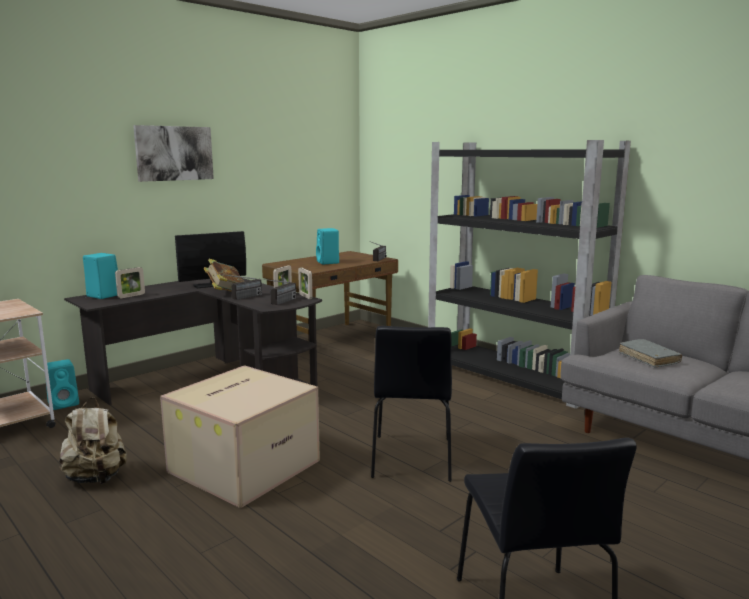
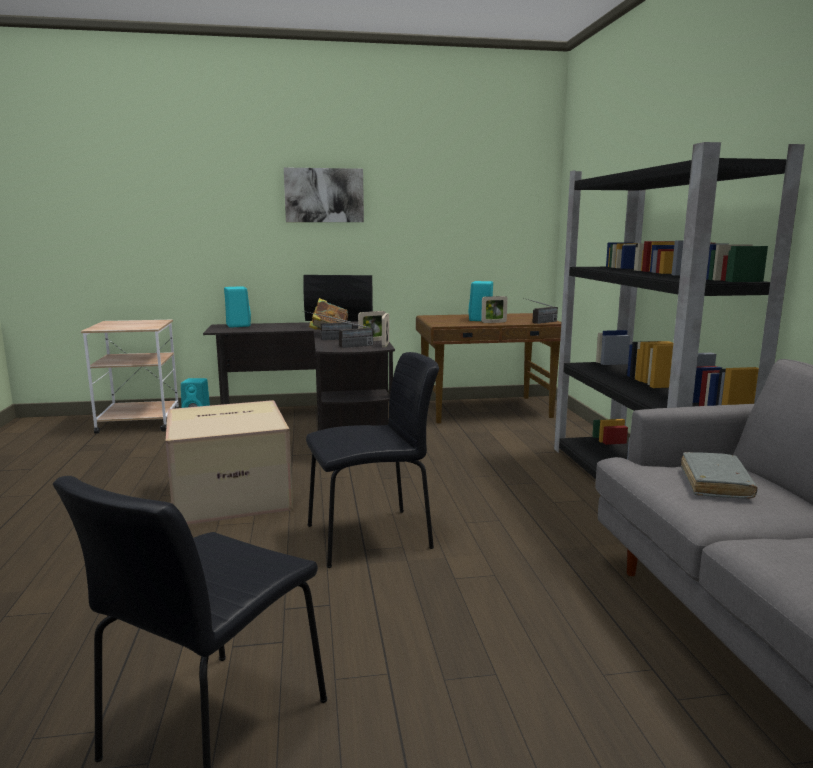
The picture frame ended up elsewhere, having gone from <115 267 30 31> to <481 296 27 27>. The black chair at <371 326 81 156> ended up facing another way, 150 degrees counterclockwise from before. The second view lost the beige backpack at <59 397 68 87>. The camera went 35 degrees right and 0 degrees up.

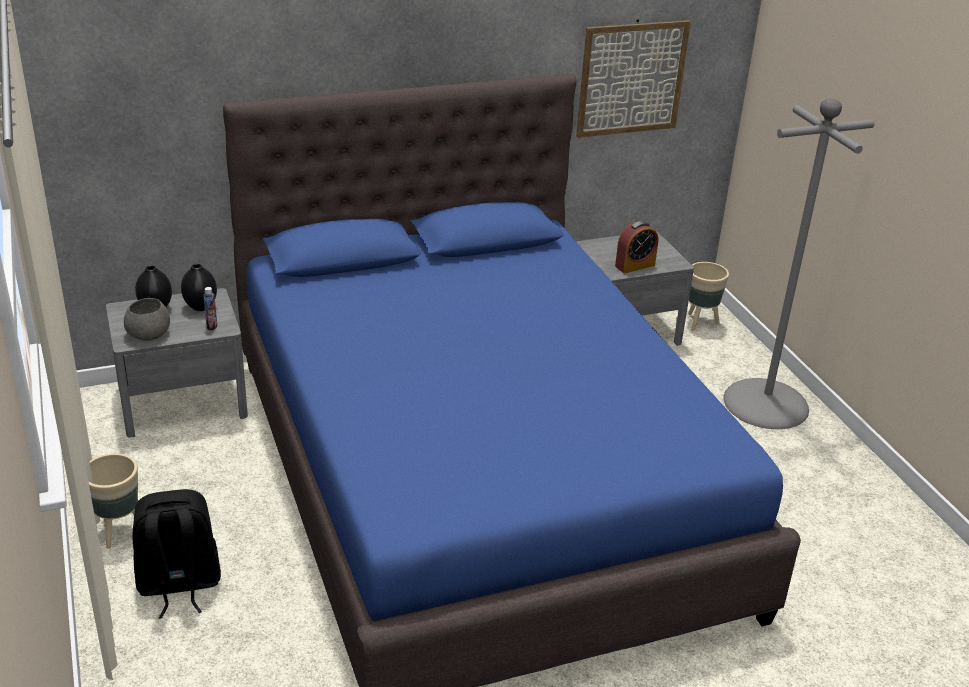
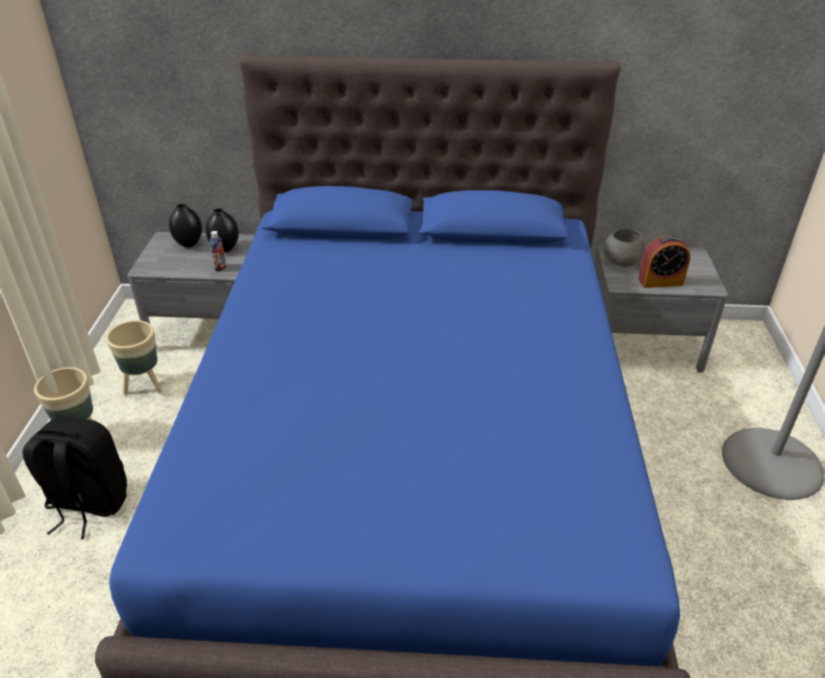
The second view lost the picture at <576 20 115 118>. The beige planter ended up elsewhere, having gone from <688 262 41 69> to <106 320 56 74>. The grey bowl ended up elsewhere, having gone from <124 298 46 43> to <604 228 42 39>. The camera went 25 degrees right and 5 degrees up.

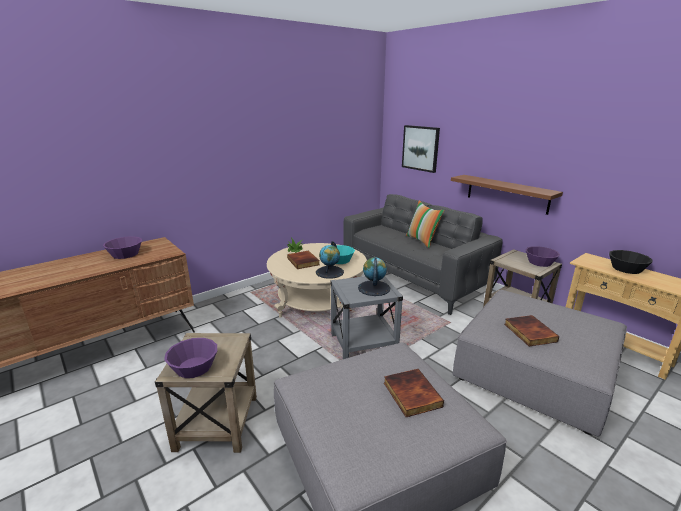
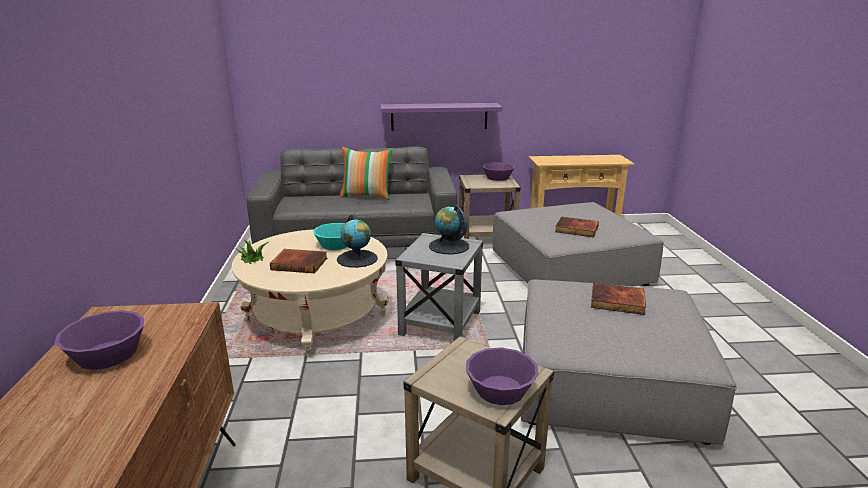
The second view lost the picture at <402 125 38 48>. What was the brown shelf at <451 175 112 40> turned into the purple shelf at <381 103 121 28>. The second view lost the black bowl at <609 250 44 24>. The camera went 55 degrees left and 0 degrees up.

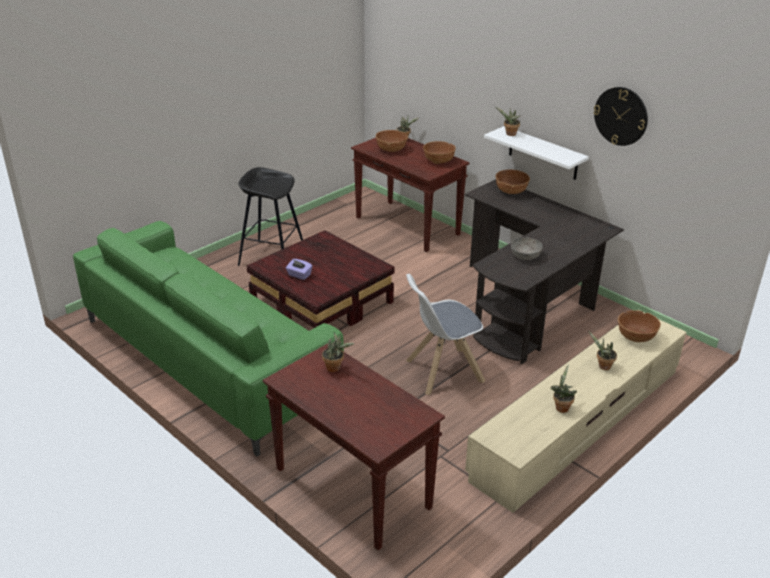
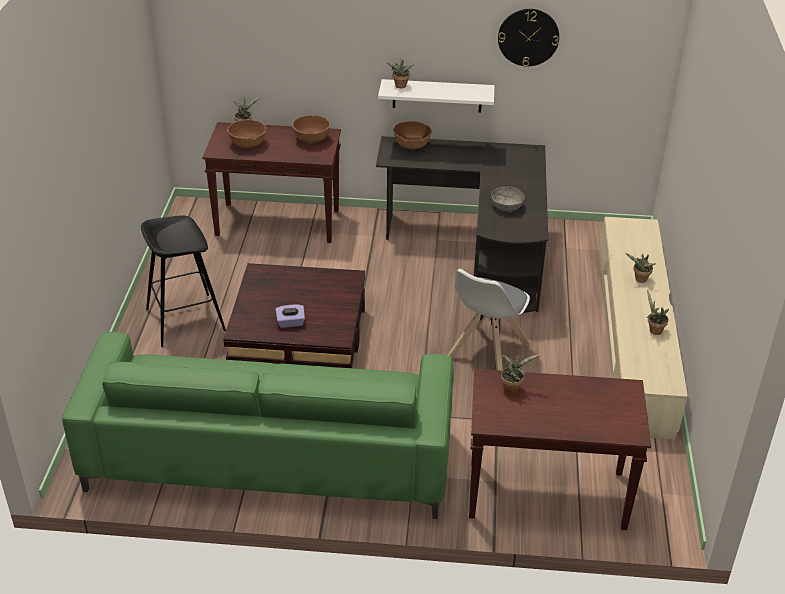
The second view lost the brown bowl at <618 310 43 32>. The camera went 40 degrees left and 5 degrees up.

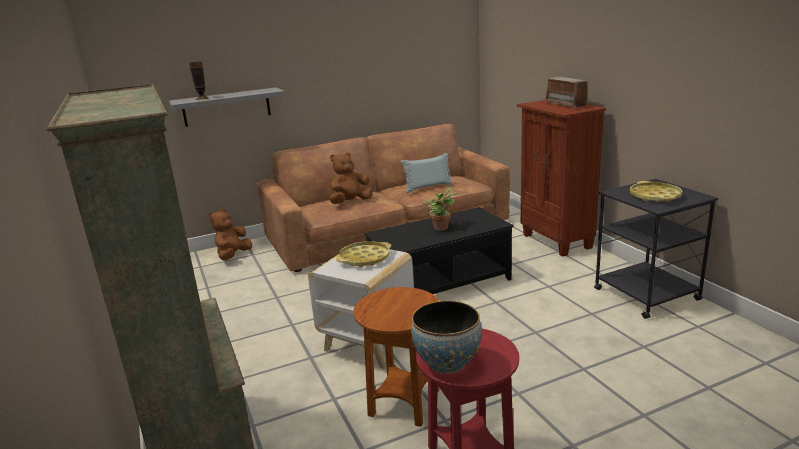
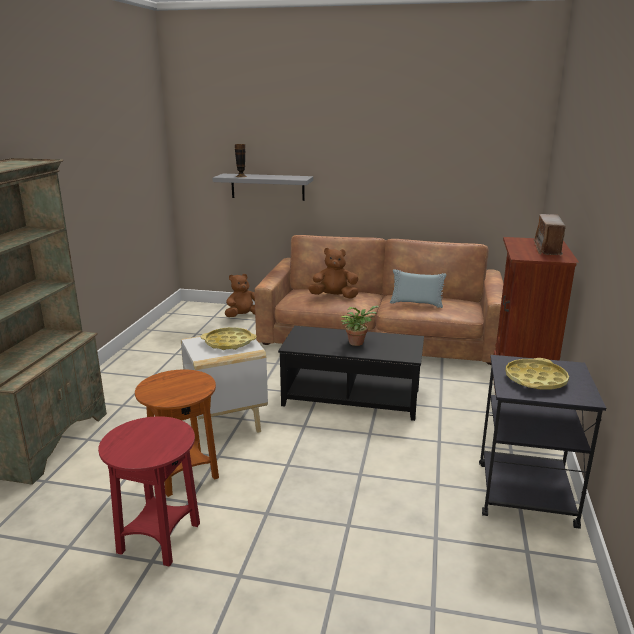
The second view lost the bowl at <411 301 71 73>. The camera went 35 degrees right and 0 degrees up.

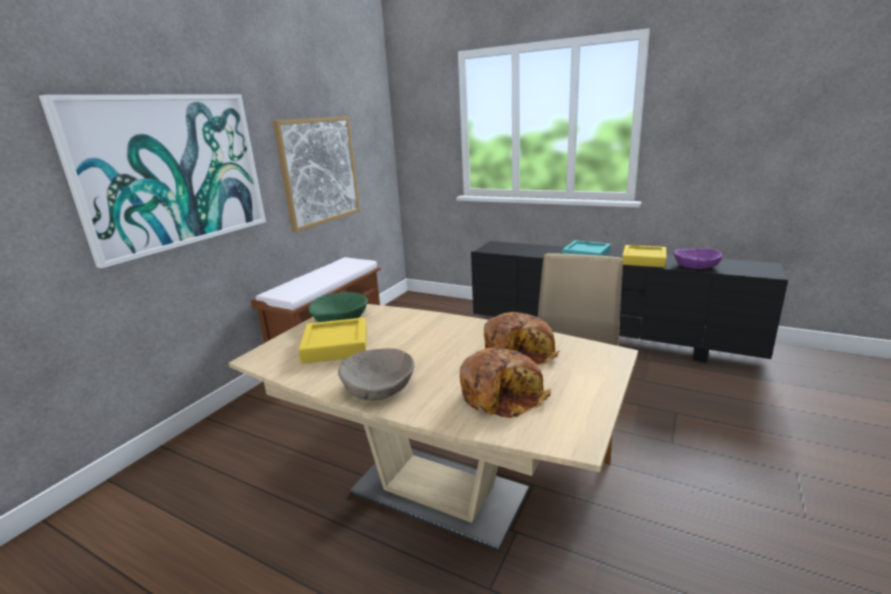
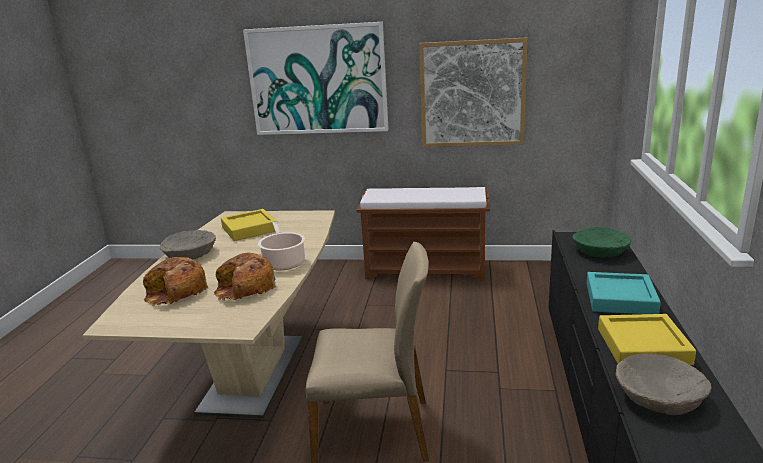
What was the purple bowl at <674 248 48 21> turned into the beige bowl at <616 354 95 61>. The green bowl ended up elsewhere, having gone from <309 292 59 30> to <572 226 60 32>. The second view gained the cooking pot at <258 222 47 48>. The camera went 70 degrees right and 0 degrees up.

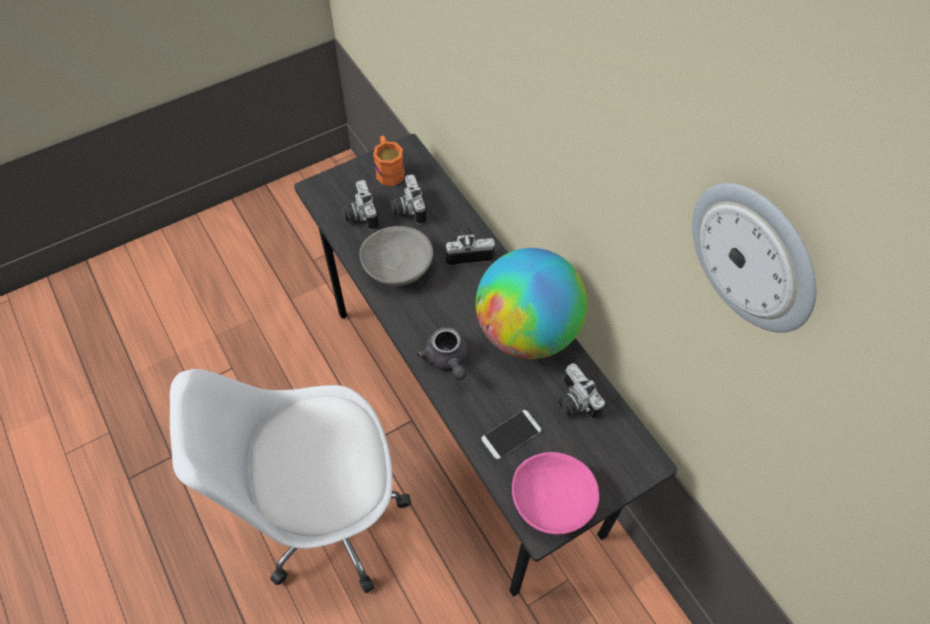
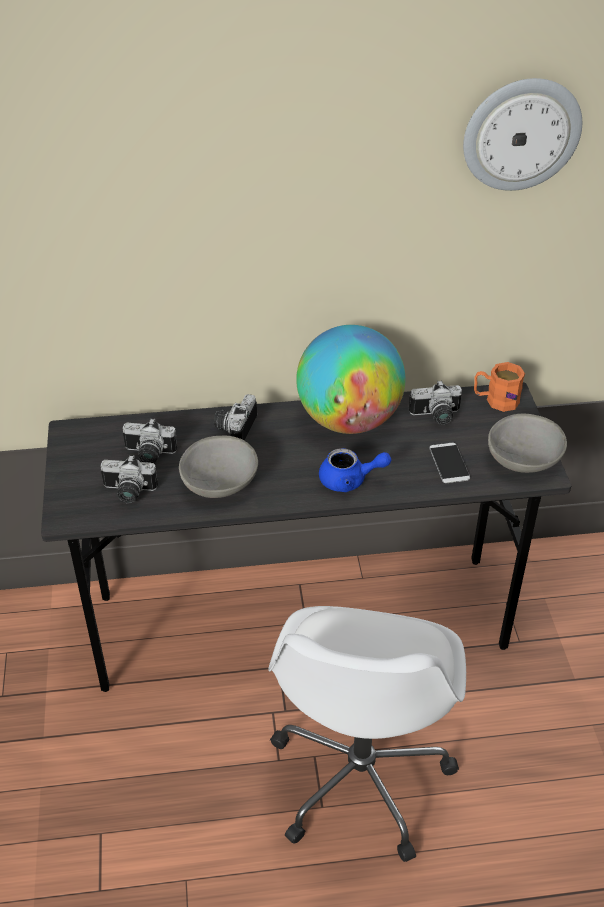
The orange mug ended up elsewhere, having gone from <373 136 32 50> to <474 362 51 50>. What was the grey teapot at <417 327 52 53> turned into the blue teapot at <319 448 72 44>. What was the pink bowl at <512 452 87 83> turned into the grey bowl at <488 414 79 59>. The camera went 65 degrees left and 15 degrees down.

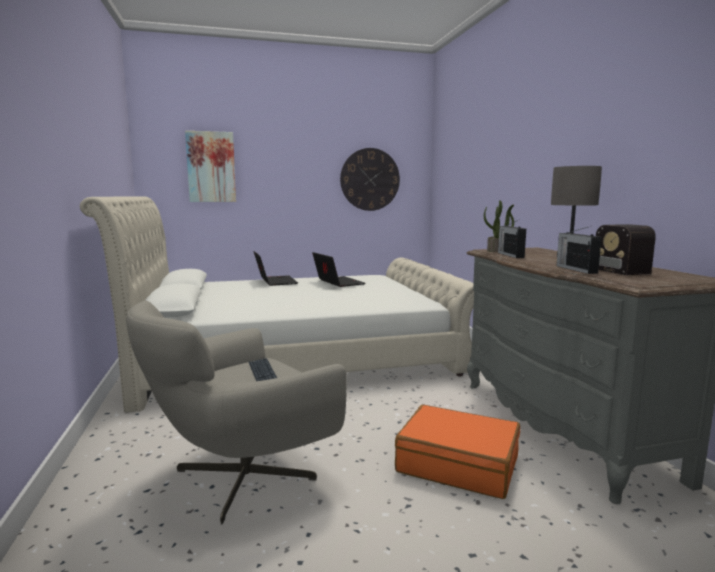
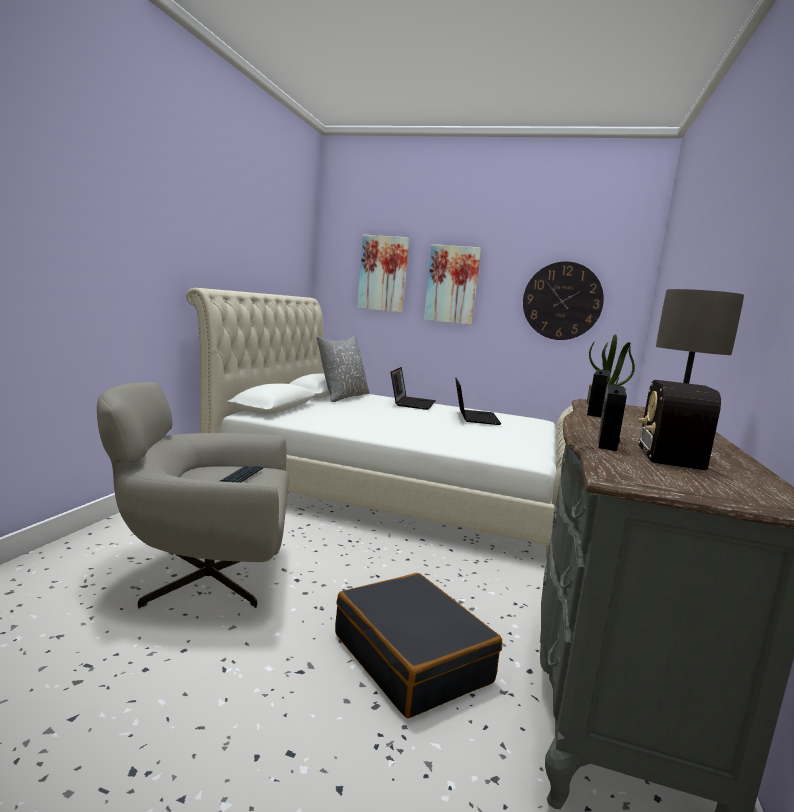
What was the orange suitcase at <395 405 125 94> turned into the black suitcase at <335 573 167 145>. The second view gained the picture at <424 244 57 81>. The second view gained the grey pillow at <317 336 52 66>. The camera went 30 degrees right and 0 degrees up.

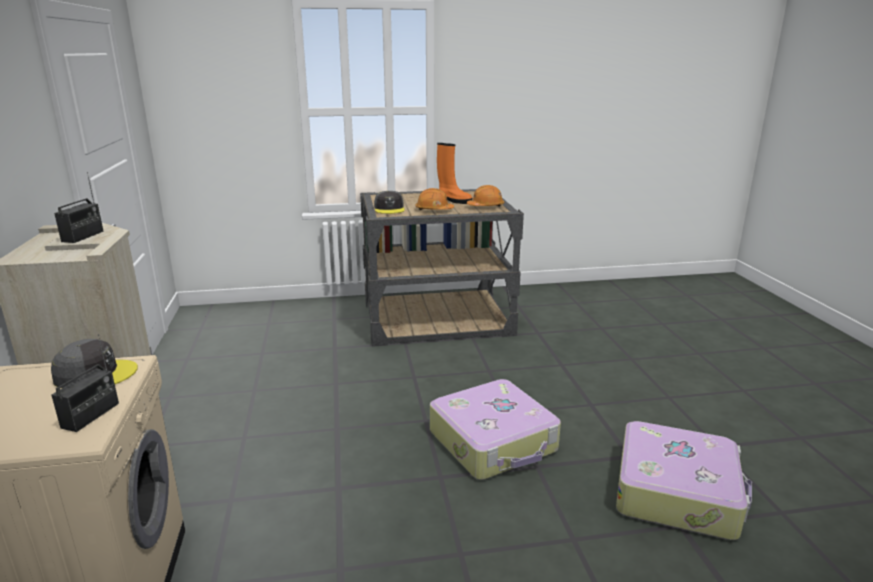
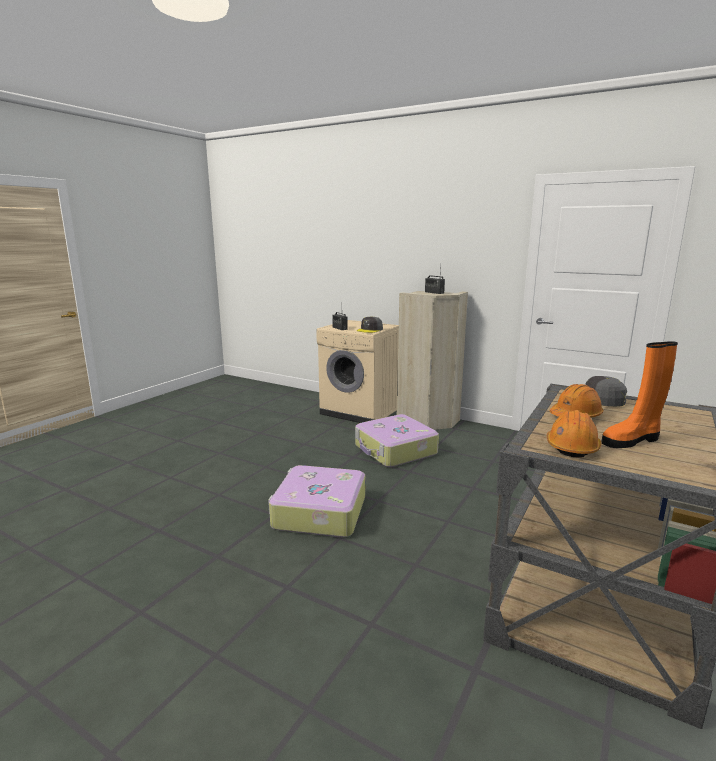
The suitcase ended up elsewhere, having gone from <616 421 136 119> to <355 414 84 53>. The camera went 130 degrees right and 5 degrees down.

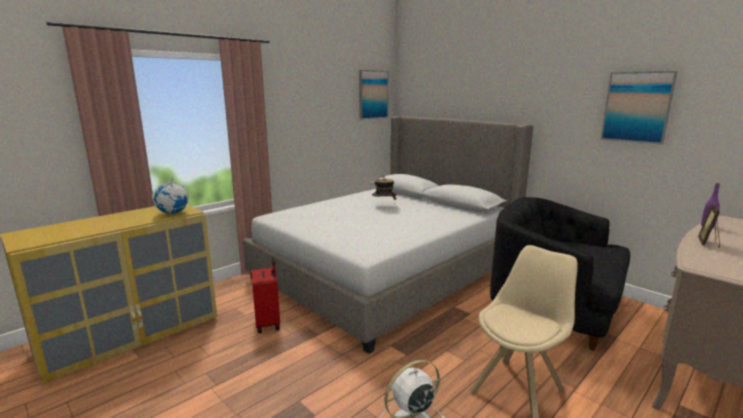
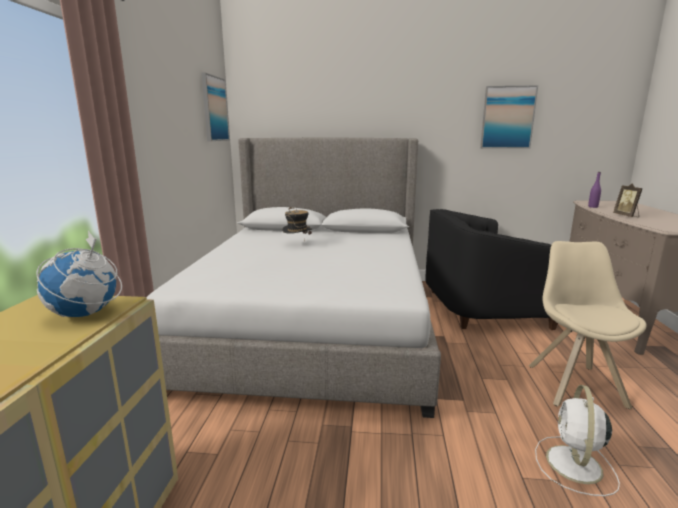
The second view lost the red suitcase at <251 257 29 76>. The camera went 40 degrees left and 0 degrees up.

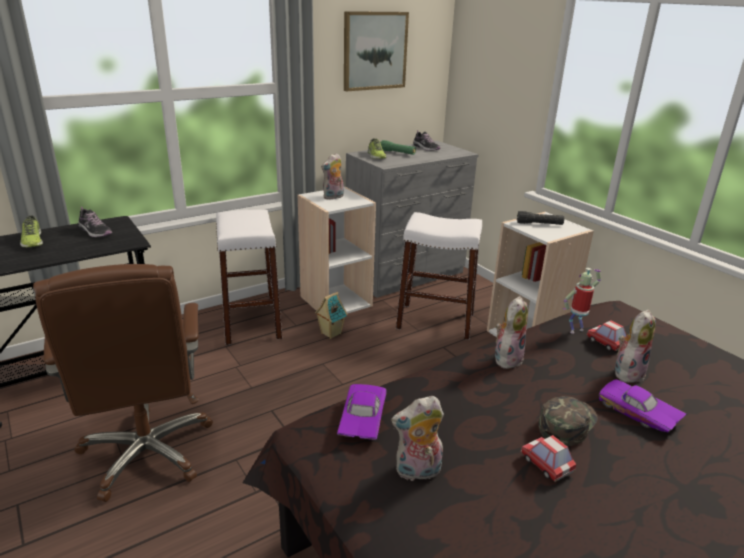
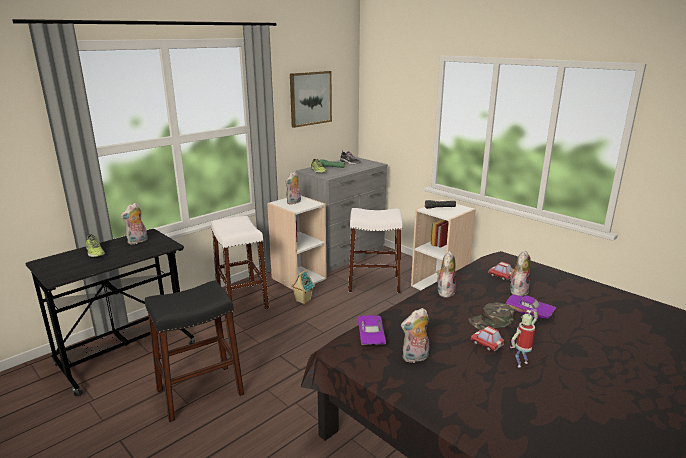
Where the shoe stood at <78 207 34 30>, the plush toy came to stand at <120 203 27 42>. Where the brown office chair stood at <33 264 180 238>, the black stool came to stand at <145 280 99 142>. The toy robot ended up elsewhere, having gone from <563 268 38 66> to <510 309 28 59>. The green cap at <538 396 60 50> ended up facing another way, 135 degrees counterclockwise from before. The camera went 10 degrees left and 5 degrees down.

